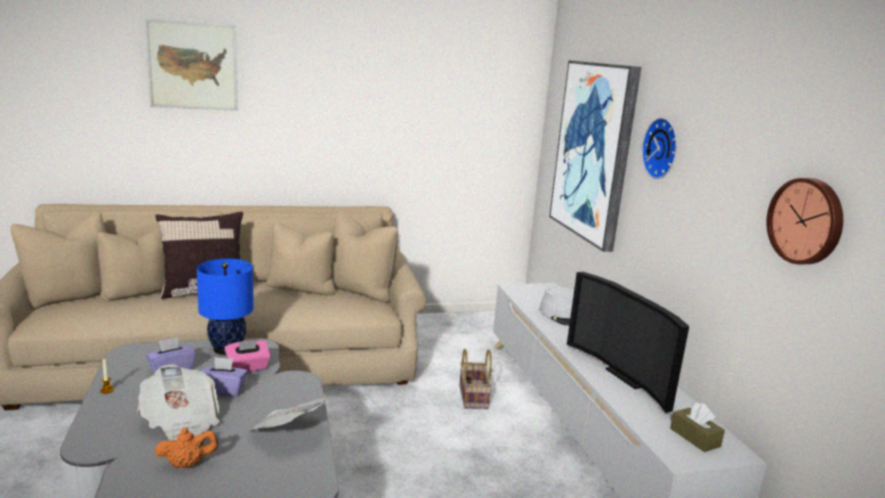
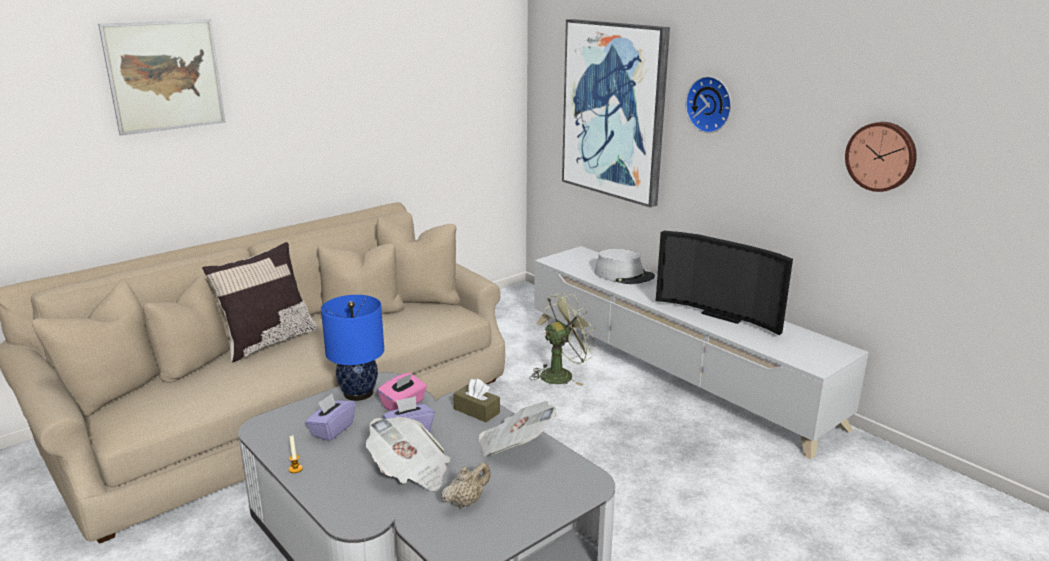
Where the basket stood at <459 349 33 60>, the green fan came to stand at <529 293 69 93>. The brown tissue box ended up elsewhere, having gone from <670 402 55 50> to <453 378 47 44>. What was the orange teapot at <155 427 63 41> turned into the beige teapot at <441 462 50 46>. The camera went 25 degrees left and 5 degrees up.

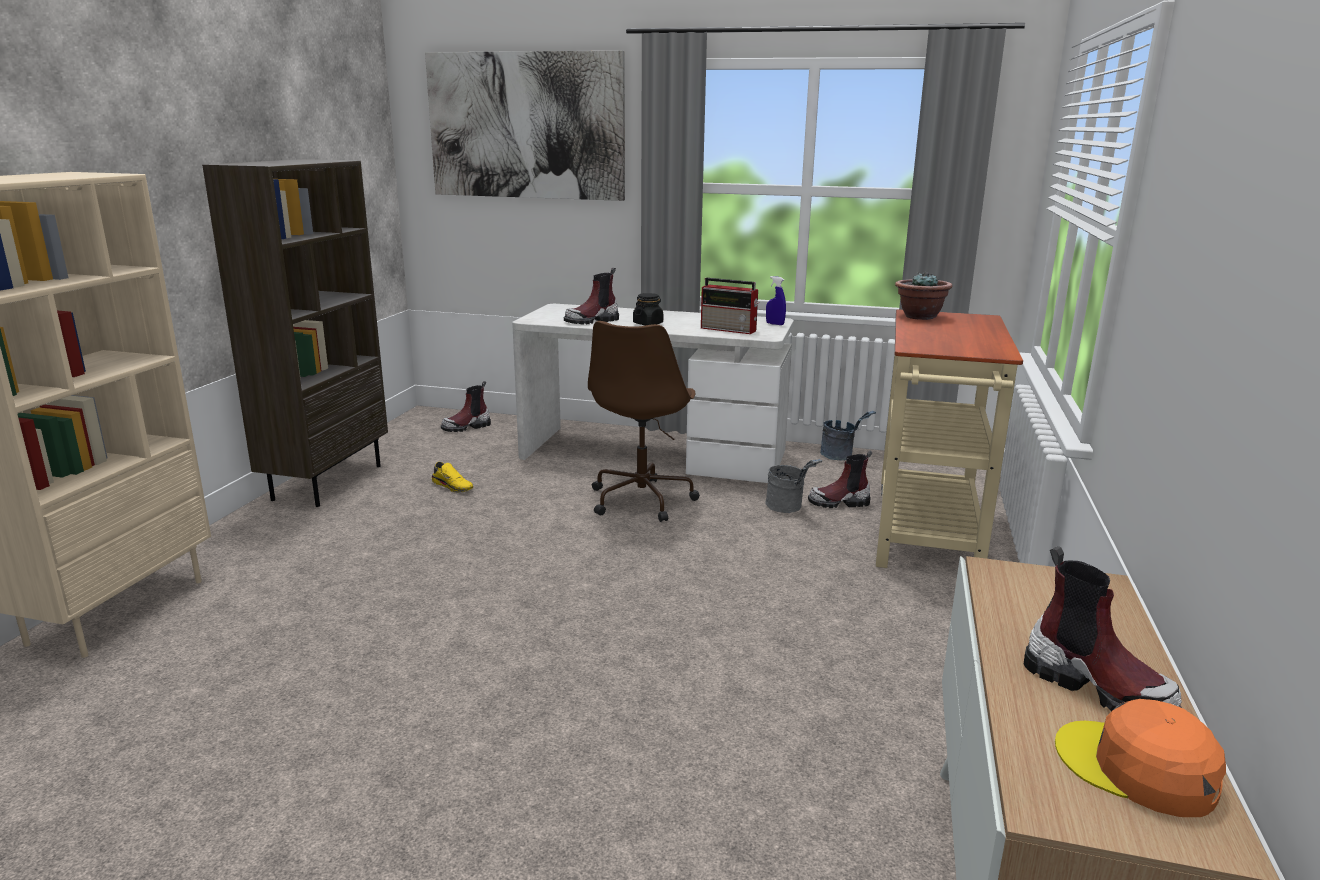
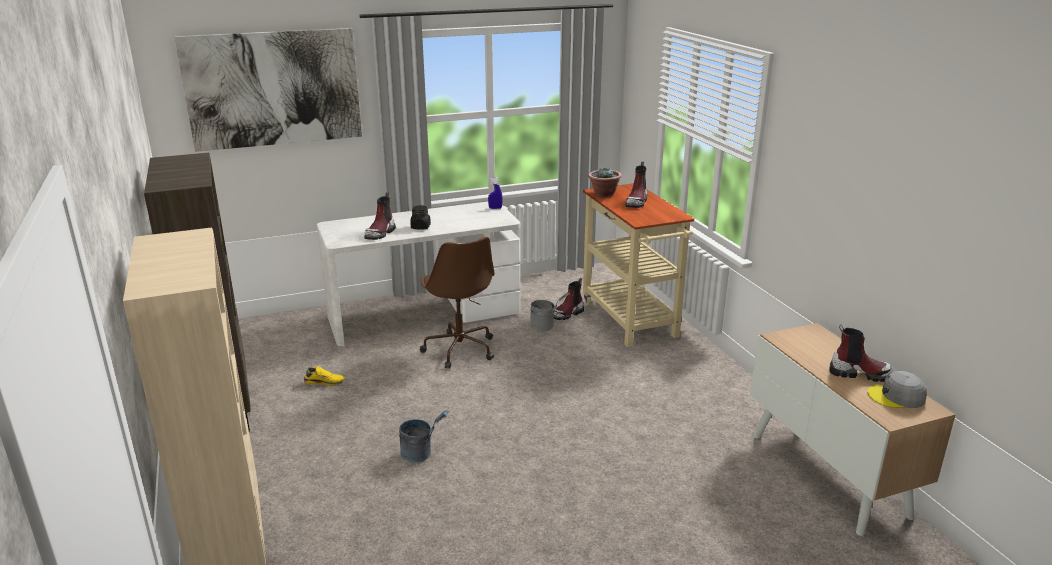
The second view lost the radio at <701 278 58 56>. The boot ended up elsewhere, having gone from <441 381 50 51> to <625 161 22 47>. The grey bucket ended up elsewhere, having gone from <820 411 56 49> to <399 410 51 53>. What was the orange cap at <1055 699 171 118> turned into the grey cap at <867 371 60 37>. The camera went 35 degrees left and 5 degrees up.

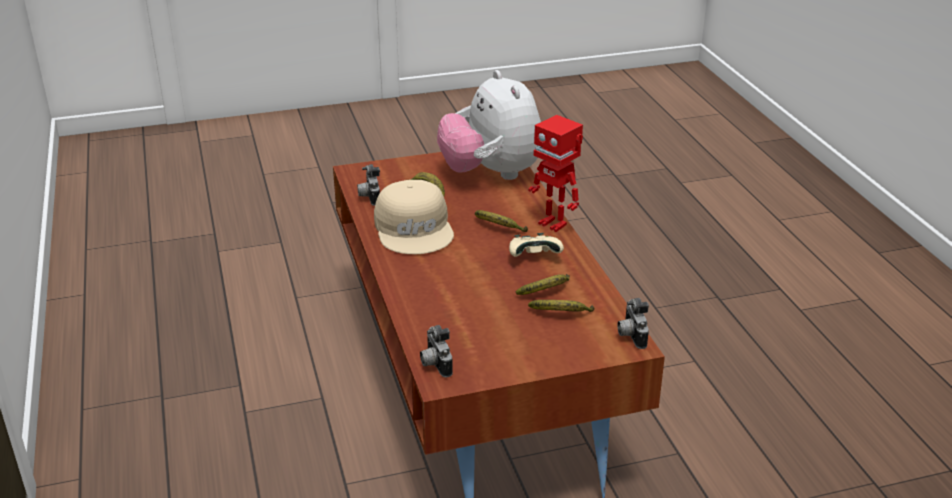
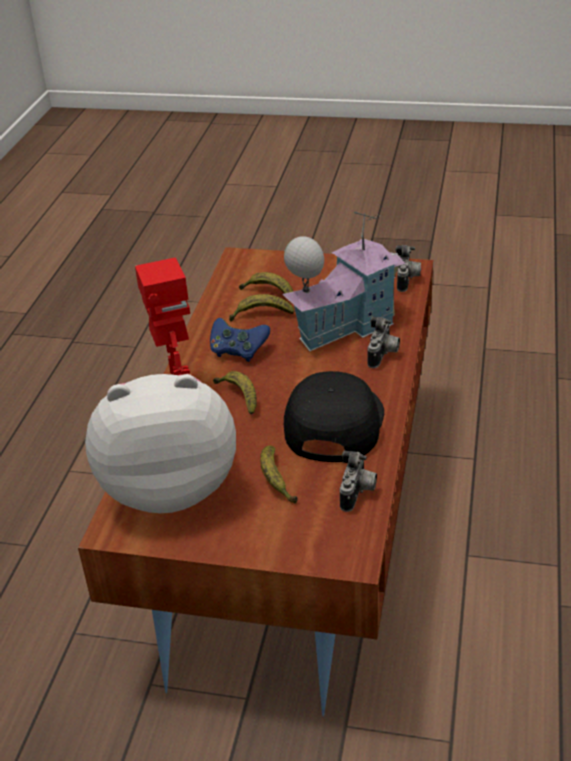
The plush toy at <437 70 104 110> ended up facing another way, 105 degrees counterclockwise from before. What was the beige cap at <374 180 80 74> turned into the black cap at <284 371 100 91>. What was the beige game controller at <509 233 55 24> turned into the blue game controller at <210 318 60 44>. The photo camera ended up elsewhere, having gone from <617 298 32 51> to <367 316 33 52>. The second view gained the toy house at <282 212 124 140>. The camera went 150 degrees left and 5 degrees up.

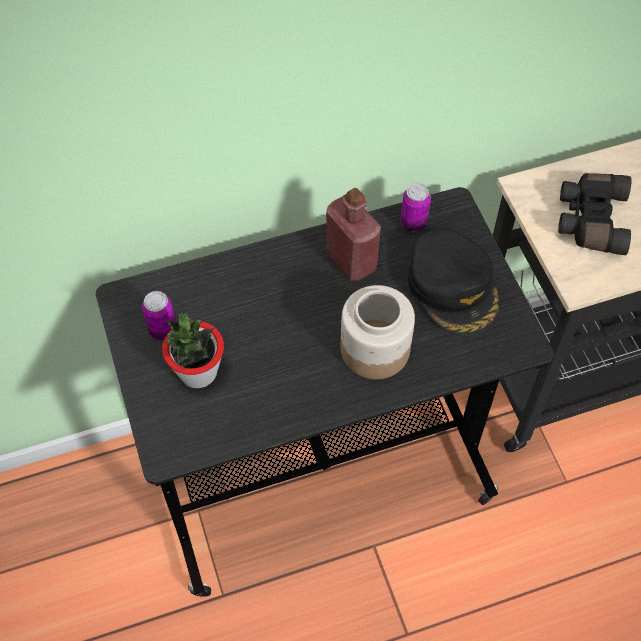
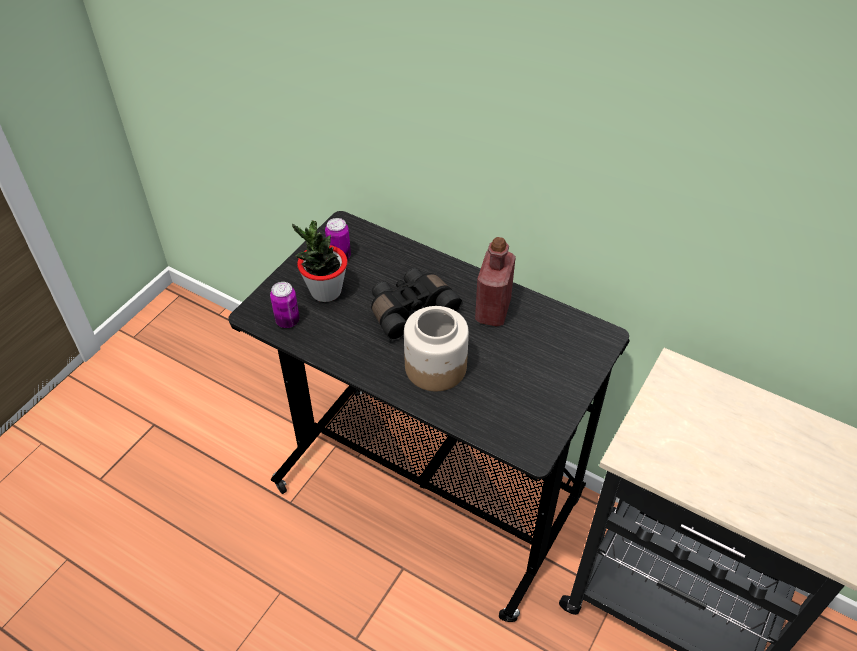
The black binoculars ended up elsewhere, having gone from <558 173 74 82> to <371 268 92 73>. The can ended up elsewhere, having gone from <401 183 30 49> to <270 282 30 46>. The second view lost the black cap at <408 228 92 108>. The camera went 50 degrees right and 10 degrees down.

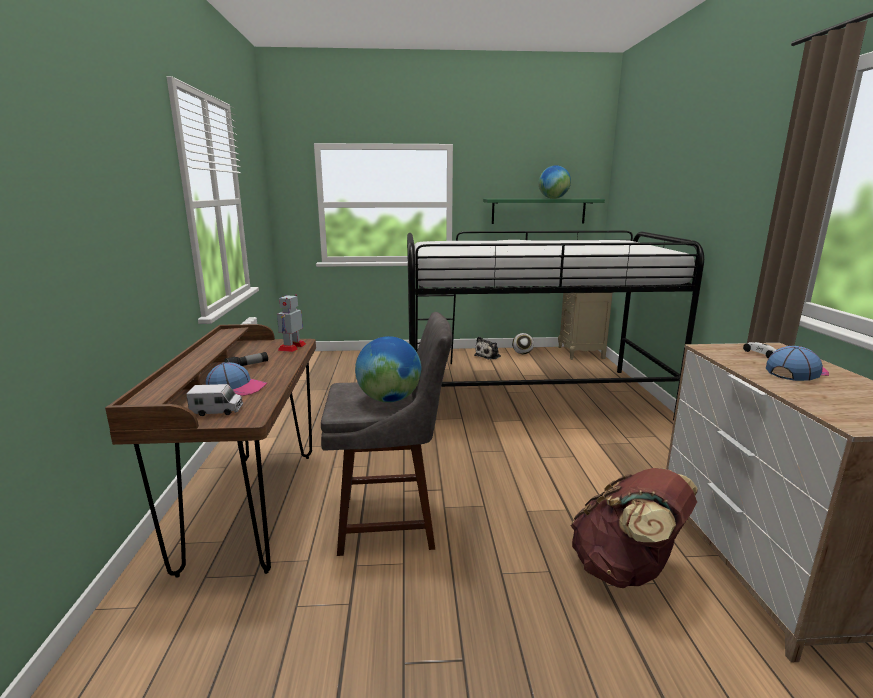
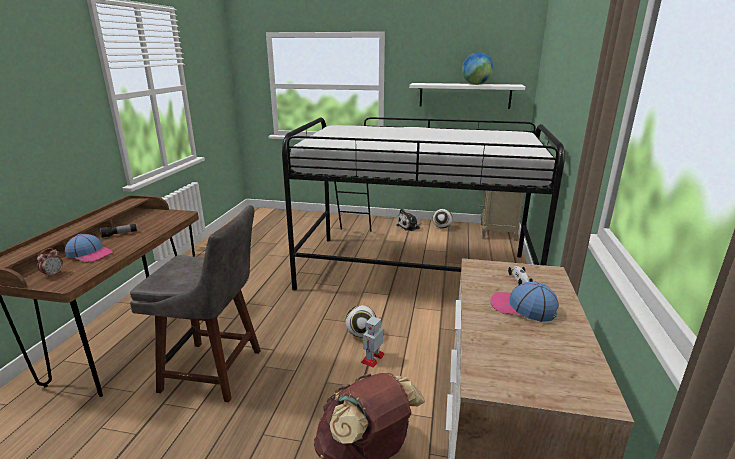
What was the green shelf at <483 199 122 25> turned into the white shelf at <409 83 116 26>. The toy robot ended up elsewhere, having gone from <277 294 29 58> to <361 316 24 52>. The second view lost the globe at <355 336 66 66>. The cap at <766 346 63 35> ended up facing another way, 135 degrees counterclockwise from before. Where the toy truck stood at <186 384 57 32>, the alarm clock came to stand at <37 248 26 30>. The second view gained the football at <345 305 31 32>. The camera went 15 degrees right and 5 degrees up.

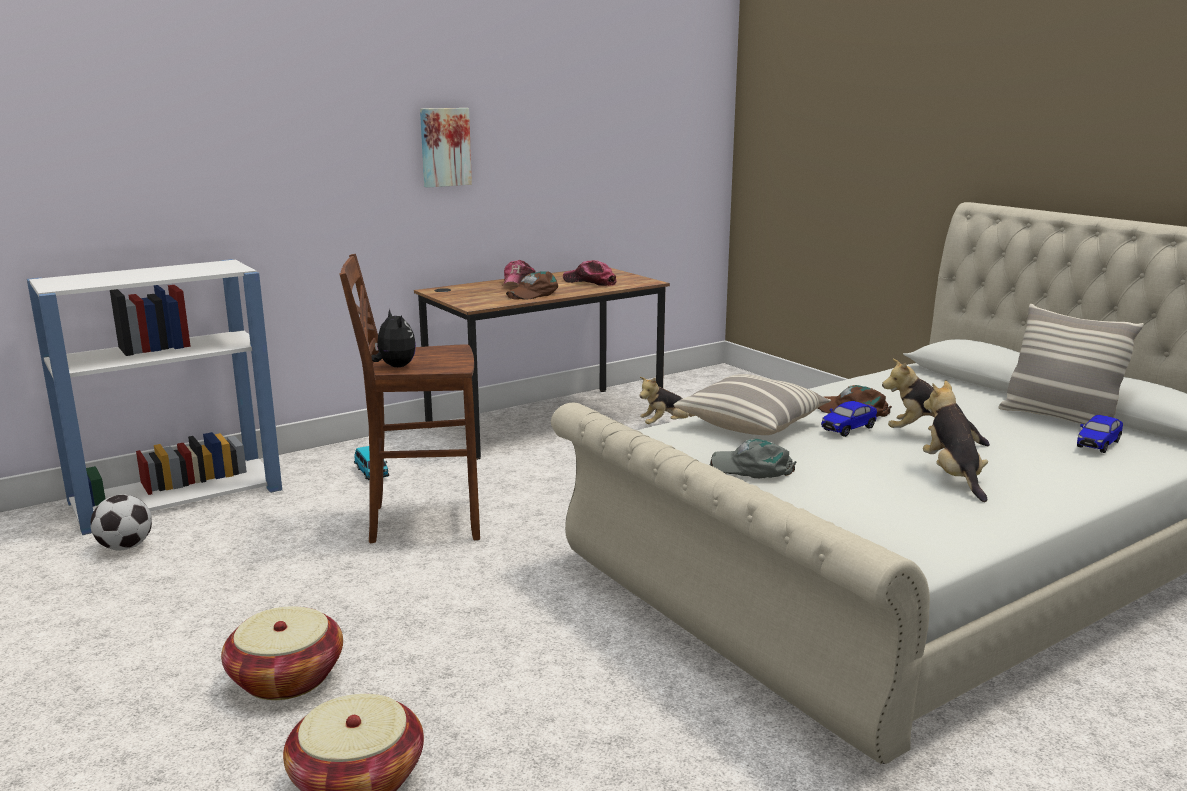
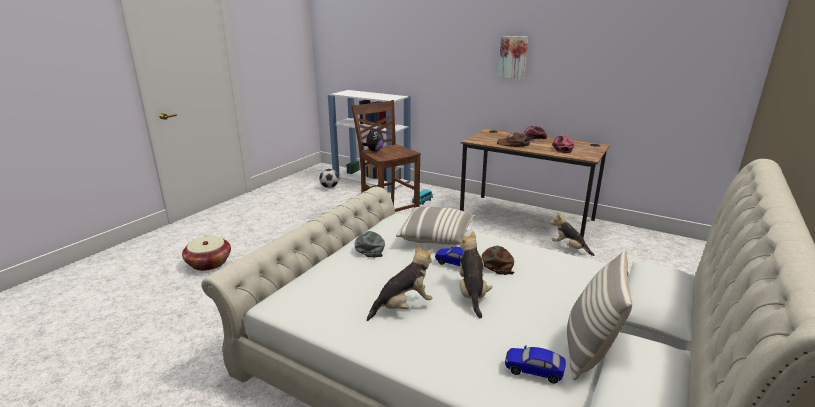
The second view lost the basket at <221 606 122 94>. The camera went 65 degrees right and 5 degrees up.

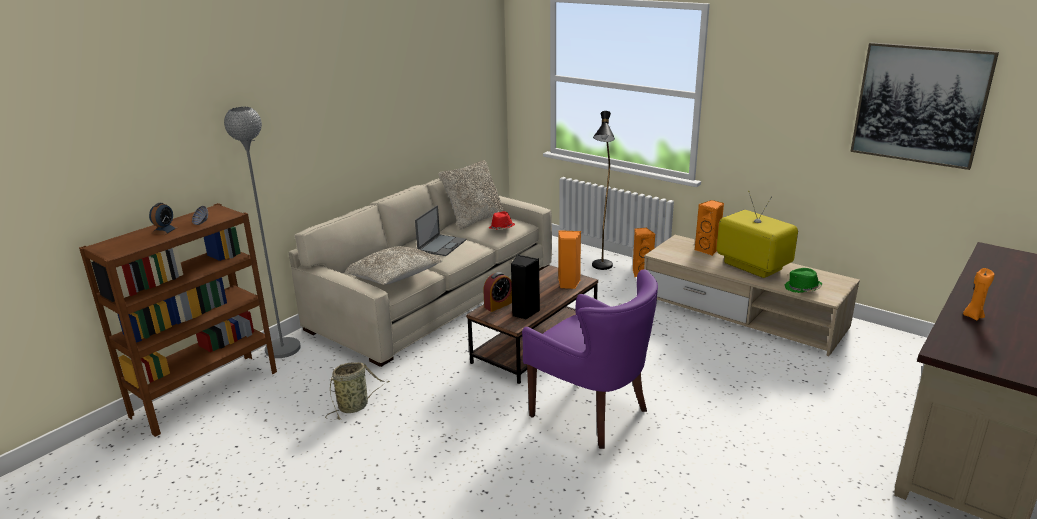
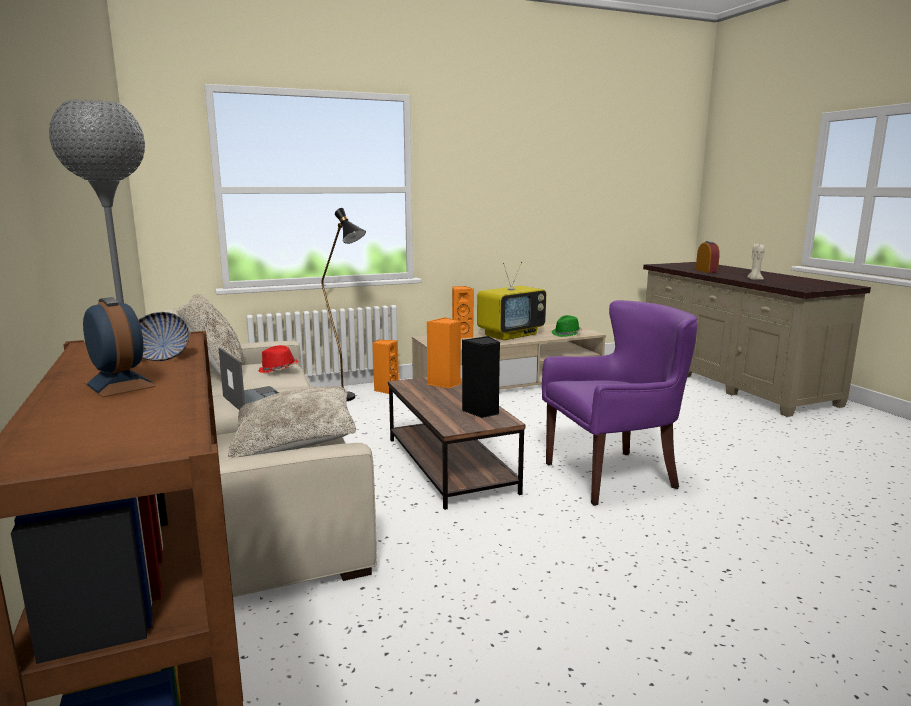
The second view lost the picture at <850 43 149 127>. The television at <717 191 81 87> ended up facing another way, 150 degrees clockwise from before. What was the orange candle at <963 268 31 53> turned into the beige candle at <747 243 18 37>. The alarm clock ended up elsewhere, having gone from <483 272 29 40> to <696 241 24 32>. The second view lost the basket at <325 362 65 58>. The camera went 60 degrees left and 10 degrees down.

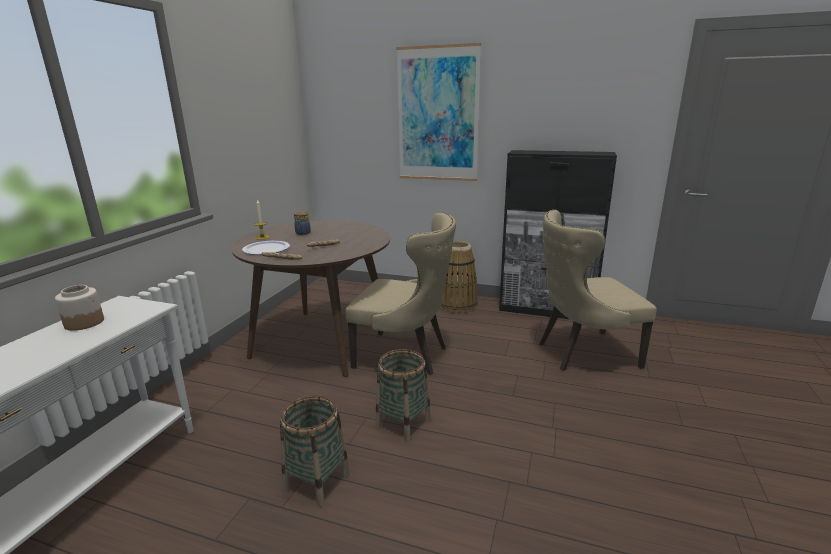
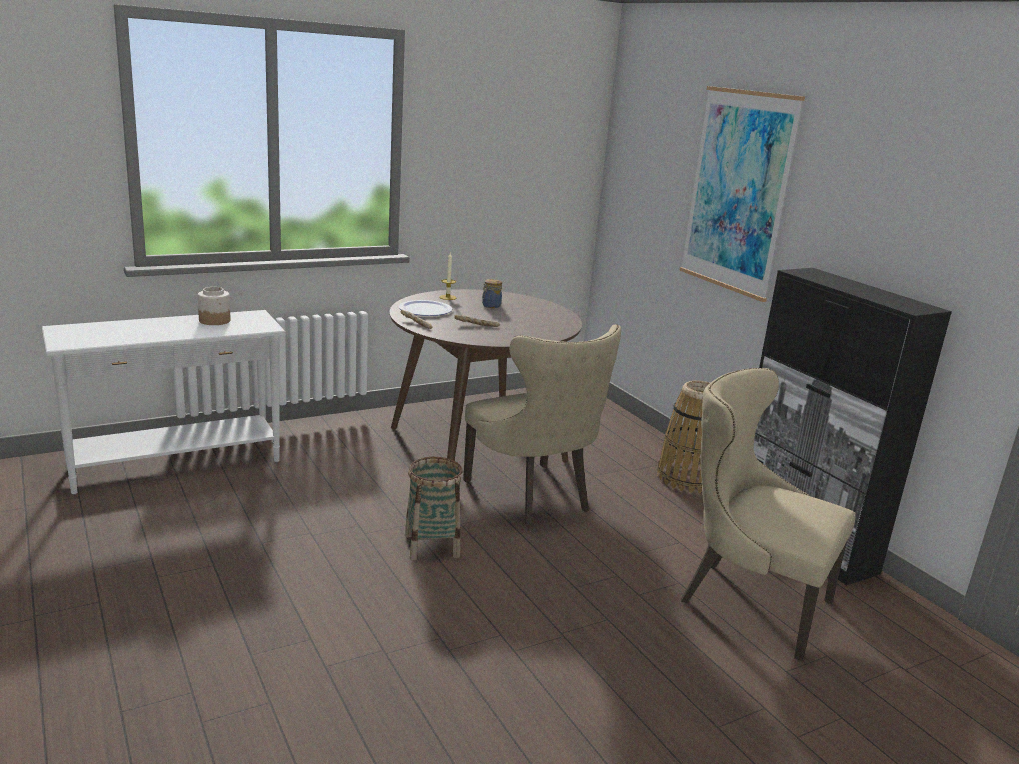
The second view lost the basket at <280 395 70 112>. The camera went 40 degrees right and 0 degrees up.

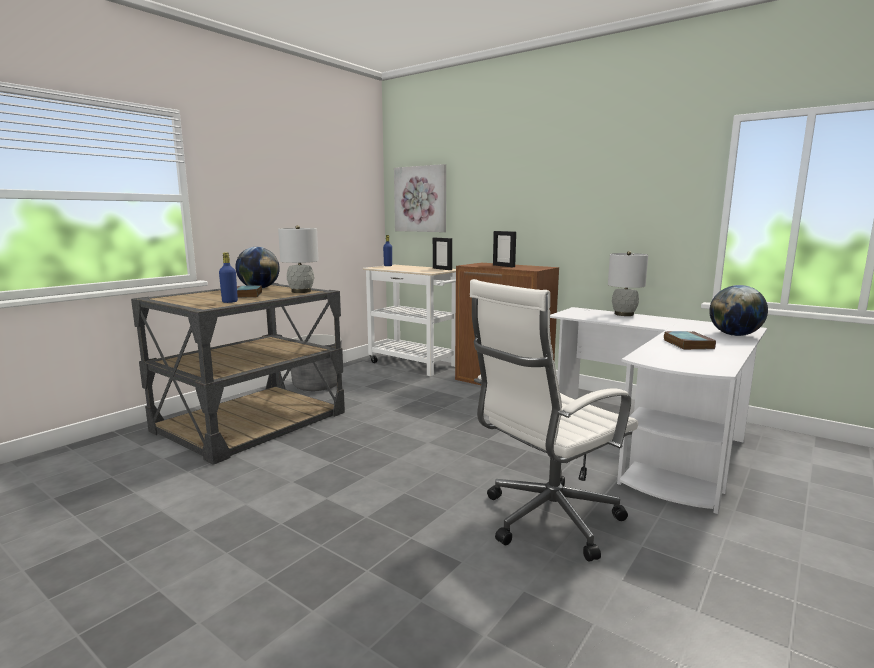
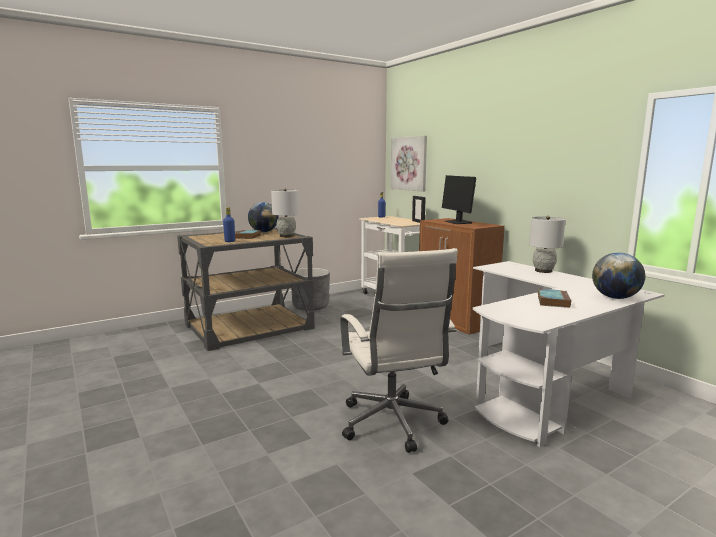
Where the picture frame stood at <493 231 23 36>, the monitor came to stand at <442 175 34 49>. The white office chair at <470 279 168 283> ended up facing another way, 90 degrees counterclockwise from before. The camera went 20 degrees right and 0 degrees up.

